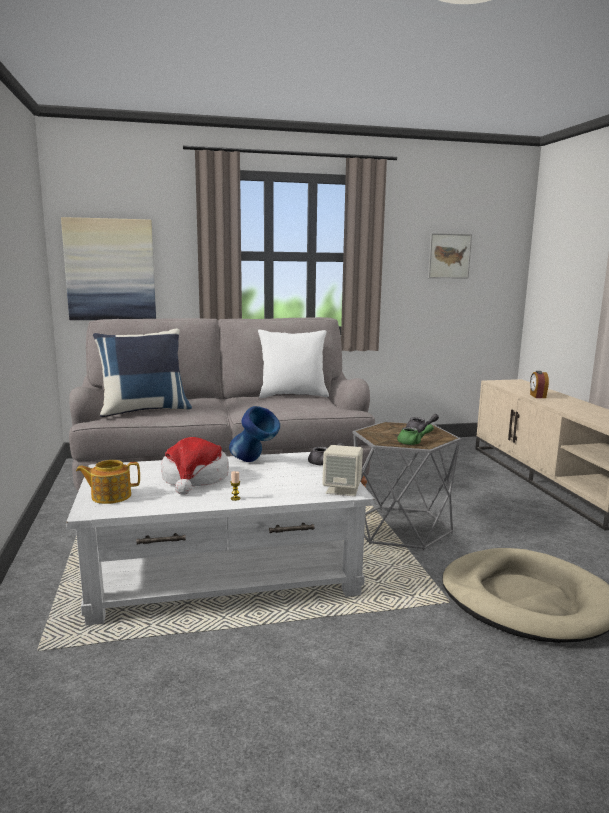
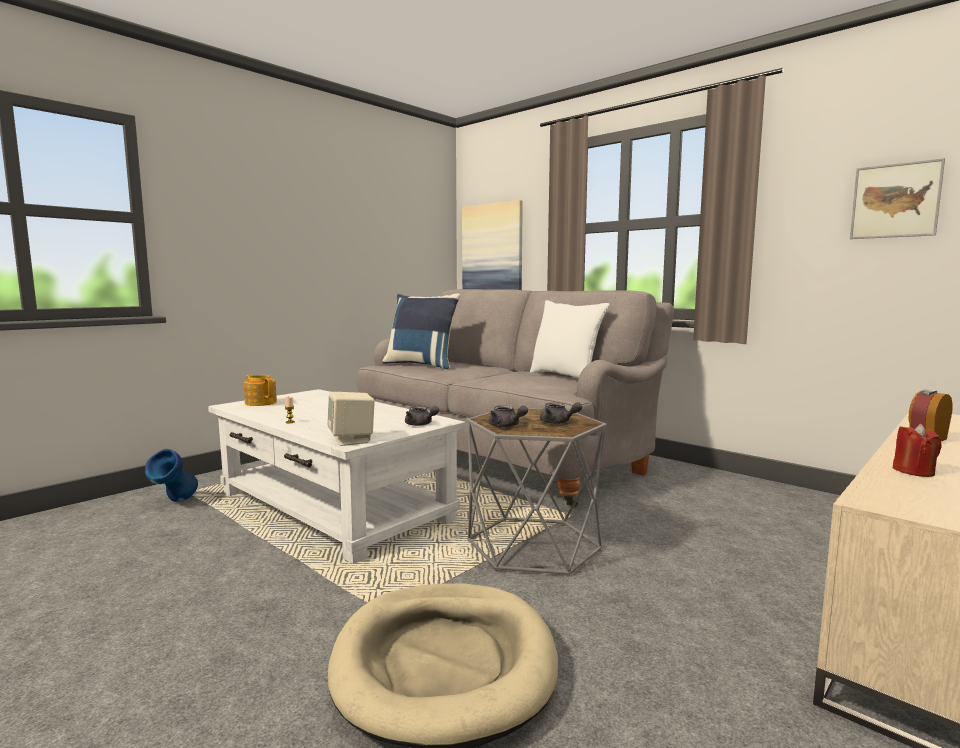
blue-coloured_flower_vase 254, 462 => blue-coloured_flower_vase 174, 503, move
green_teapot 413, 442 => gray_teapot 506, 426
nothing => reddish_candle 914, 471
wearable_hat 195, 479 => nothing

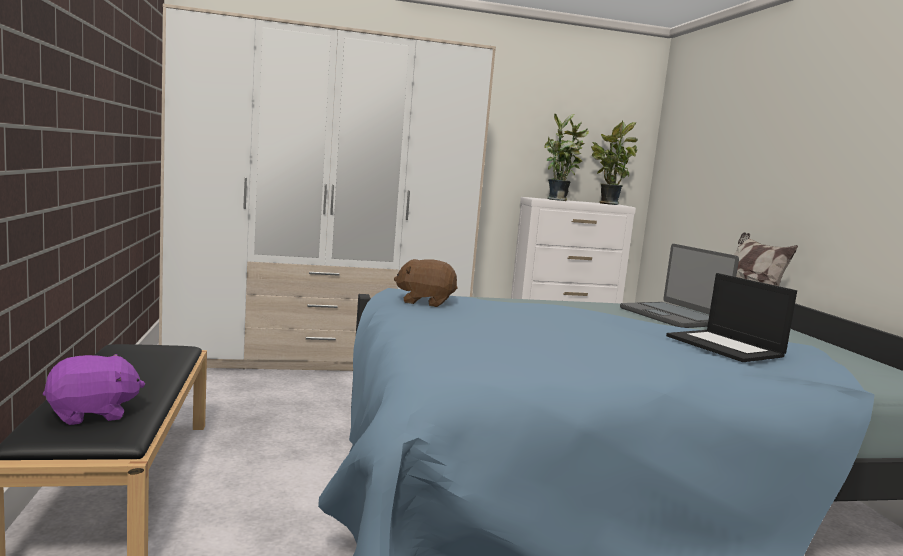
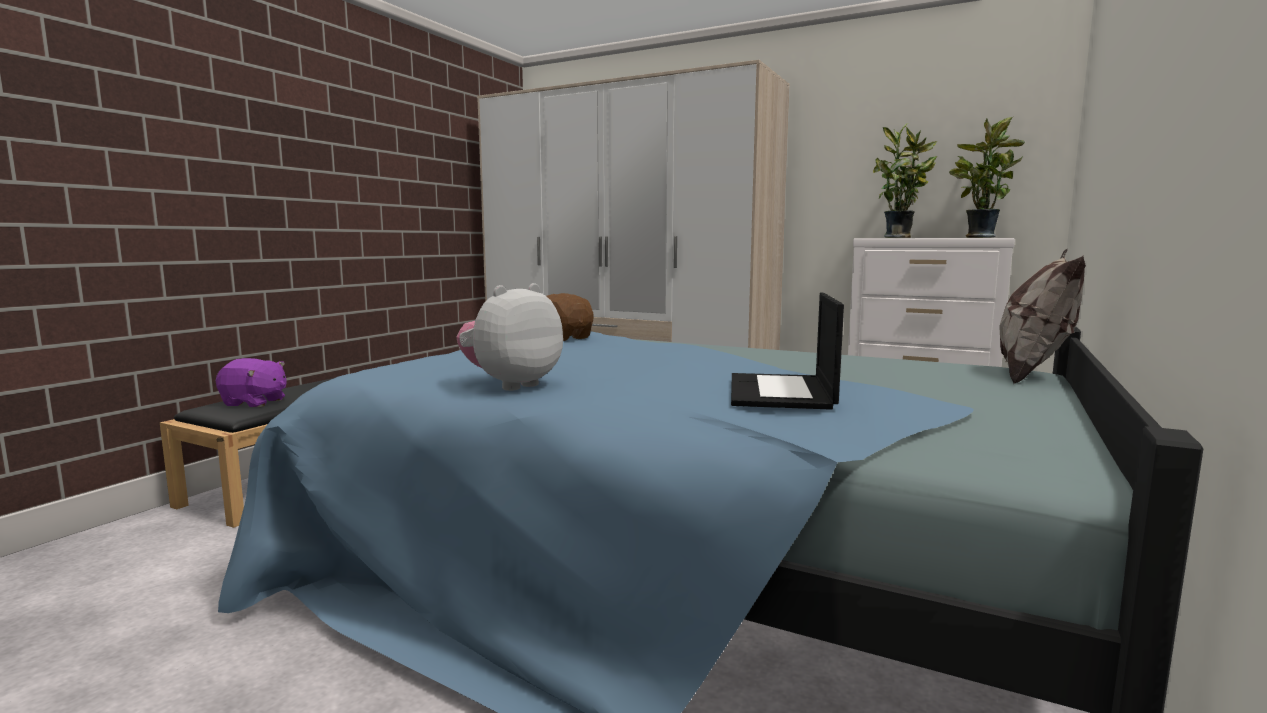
nothing => plush_toy 511, 385
laptop 673, 316 => nothing

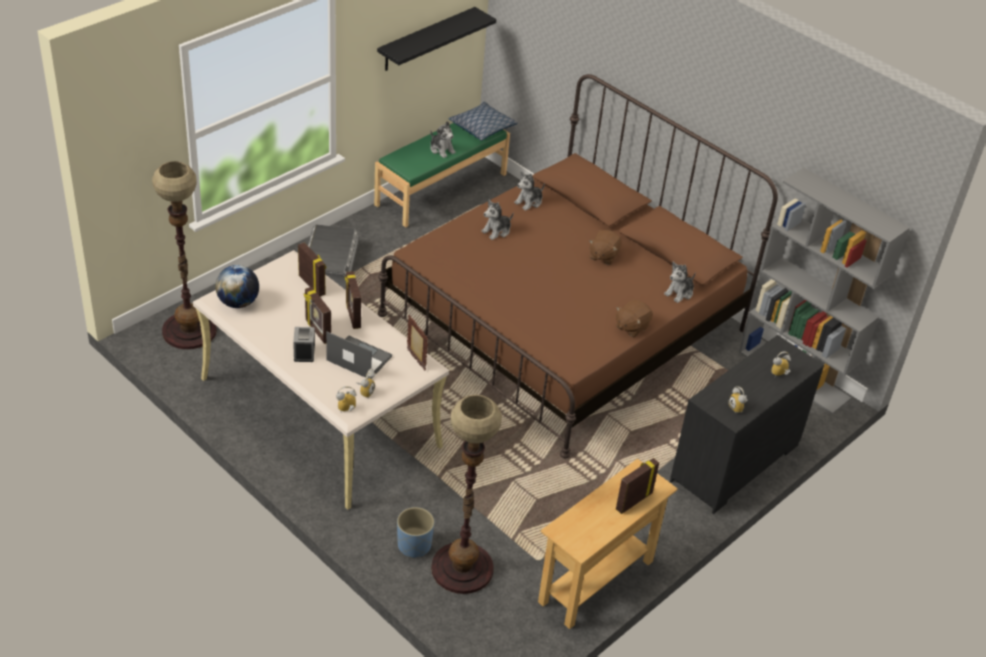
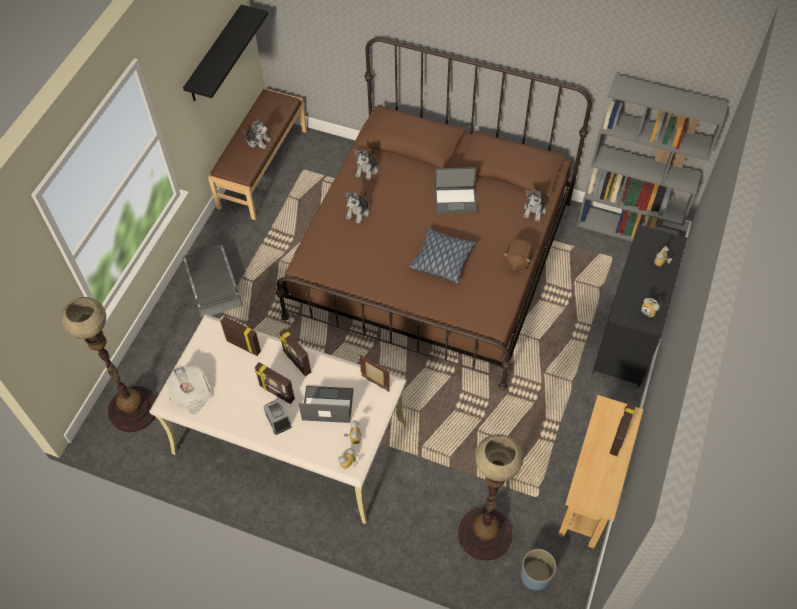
globe 238, 302 => printed_paper 191, 395
green_indoor_bench 440, 189 => brownish_indoor_bench 262, 168
pillow 482, 127 => pillow 442, 260, move
brownish_plush_toy 603, 256 => laptop 456, 200
blue-coloured_planter 414, 546 => blue-coloured_planter 535, 576, move

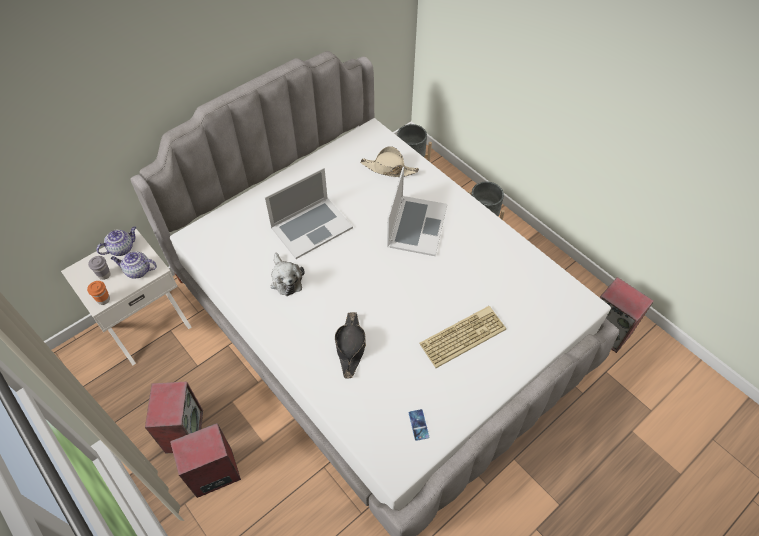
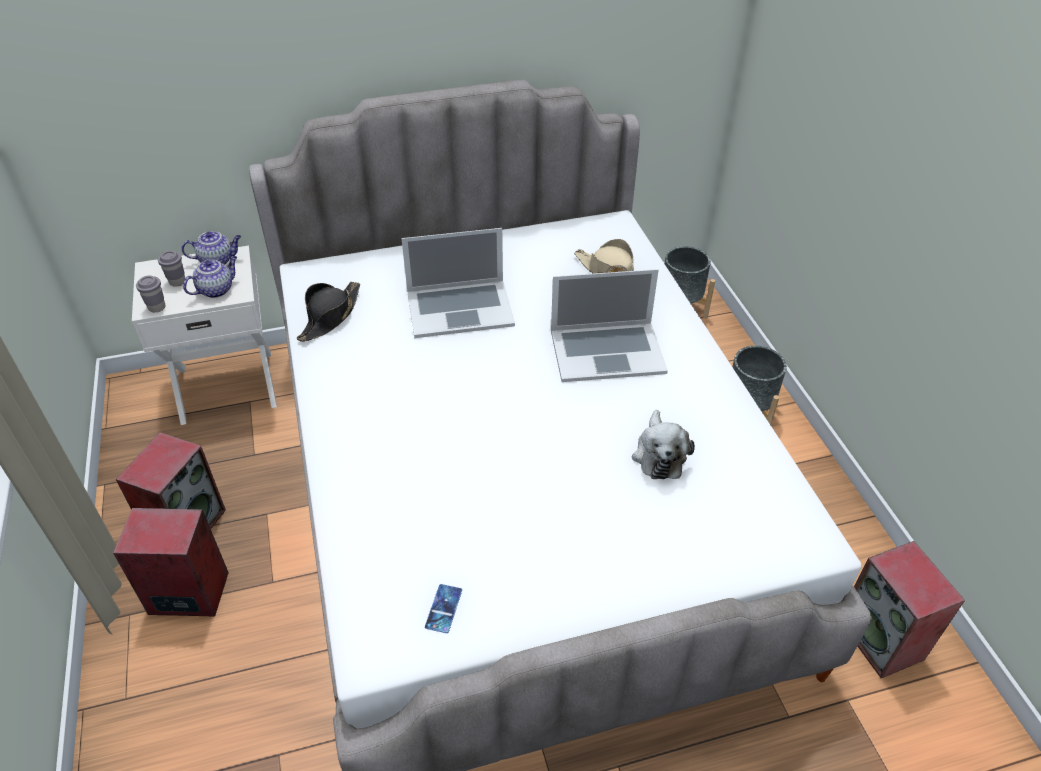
orangey_small_cup 104, 300 => gray_small_cup 157, 307
teapot 137, 271 => teapot 216, 289, 105 degrees clockwise
blackish_wearable_hat 350, 347 => blackish_wearable_hat 330, 316, move
laptop 416, 225 => laptop 607, 351, 45 degrees clockwise
plush_toy 285, 279 => plush_toy 659, 454, move
PC_keyboard 462, 335 => nothing

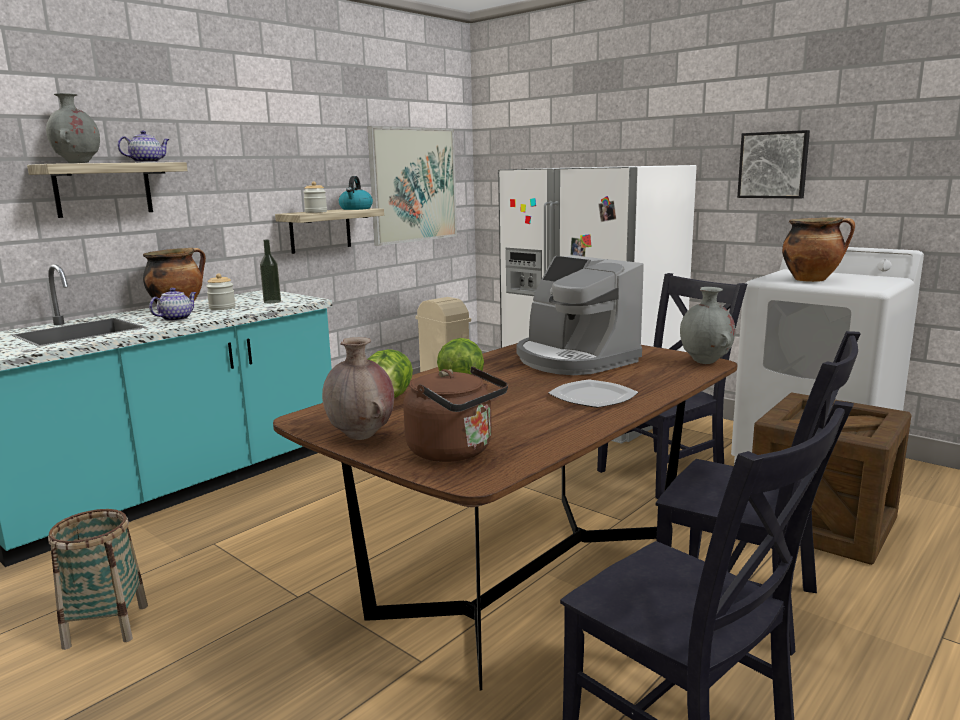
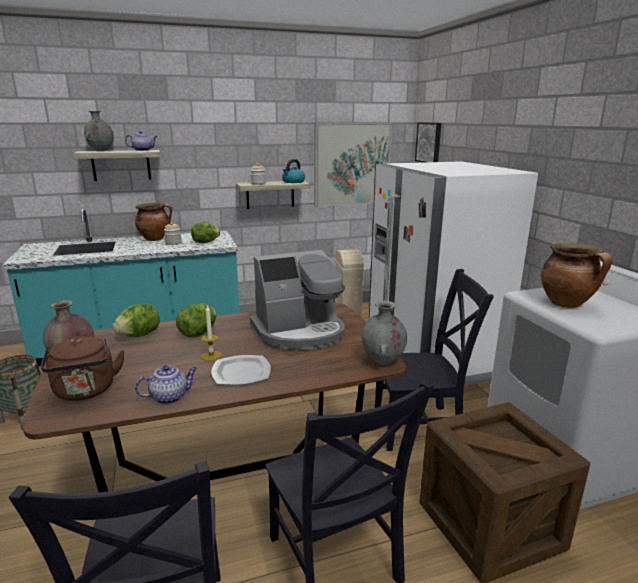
teapot 176, 319 => teapot 170, 397, move
drink_bottle 272, 301 => head_of_lettuce 205, 242
nothing => candle 211, 355
coffee_maker 574, 359 => coffee_maker 300, 332, 105 degrees counterclockwise
picture 773, 165 => picture 429, 142, move

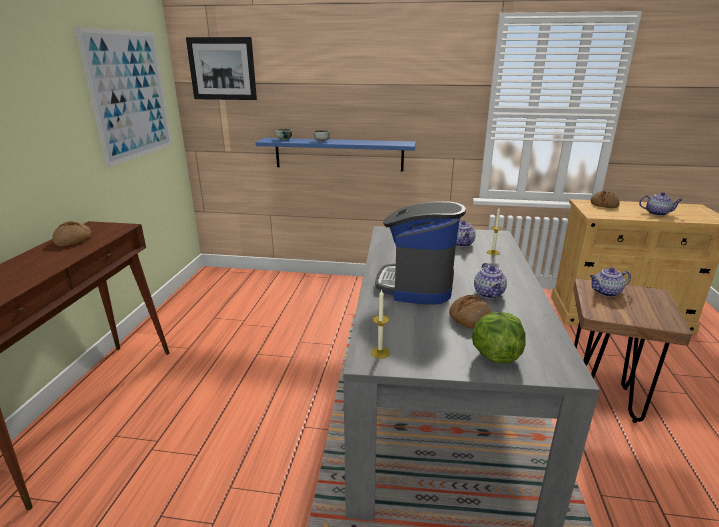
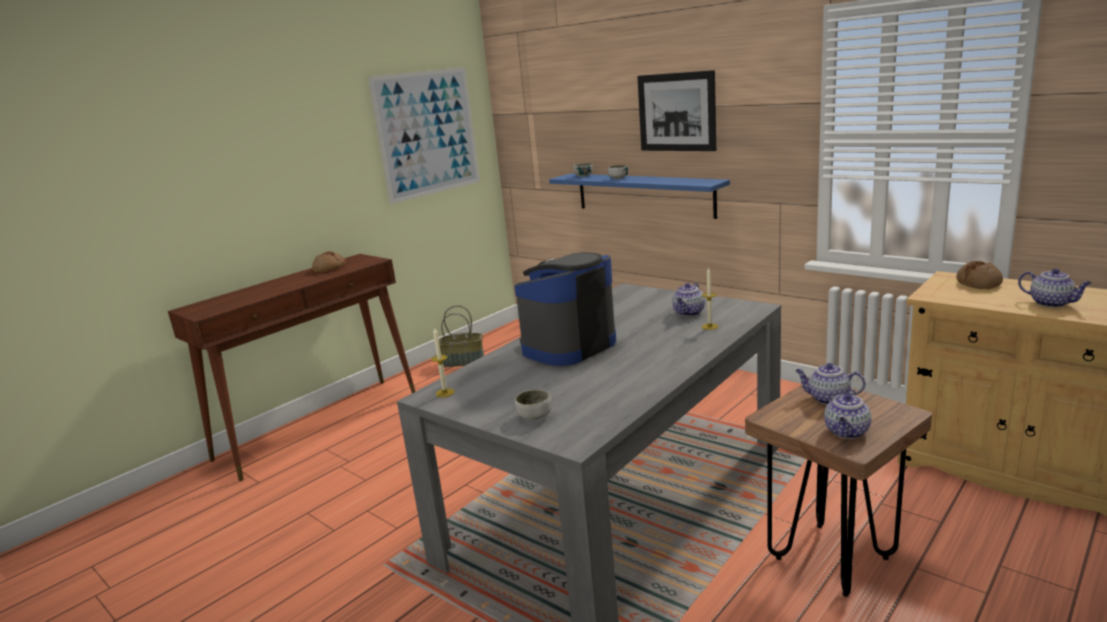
nothing => basket 464, 361
head_of_lettuce 495, 355 => bowl 534, 416
picture 222, 69 => picture 676, 112, move
teapot 489, 294 => teapot 847, 432, move
baked_bread 469, 318 => nothing

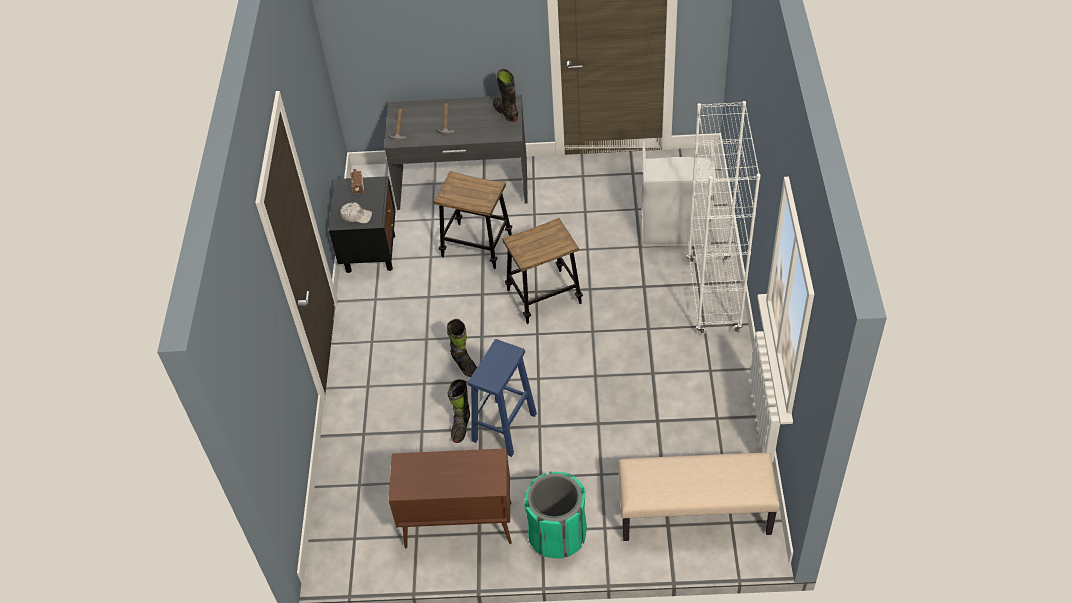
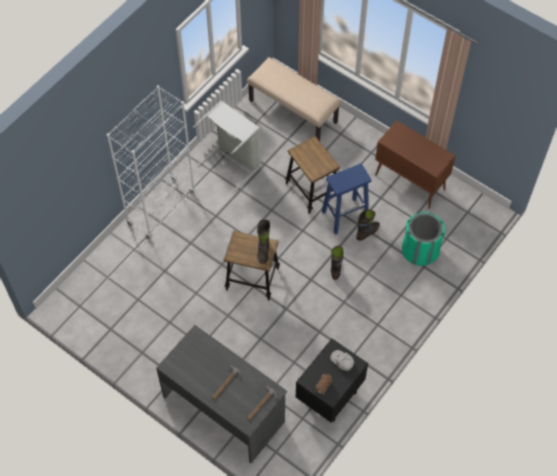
gray_hamper 675, 233 => gray_hamper 233, 162, move
blackish_boot 505, 112 => blackish_boot 263, 251, move
stool 476, 246 => stool 312, 190, move
green_trash_can 558, 535 => green_trash_can 420, 251, move

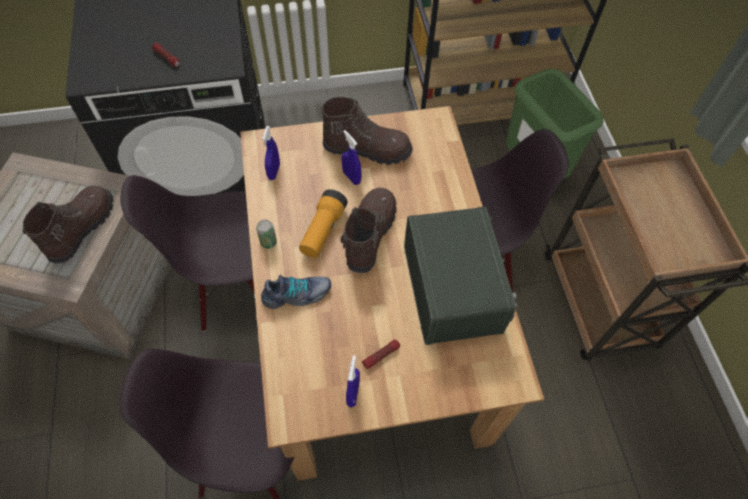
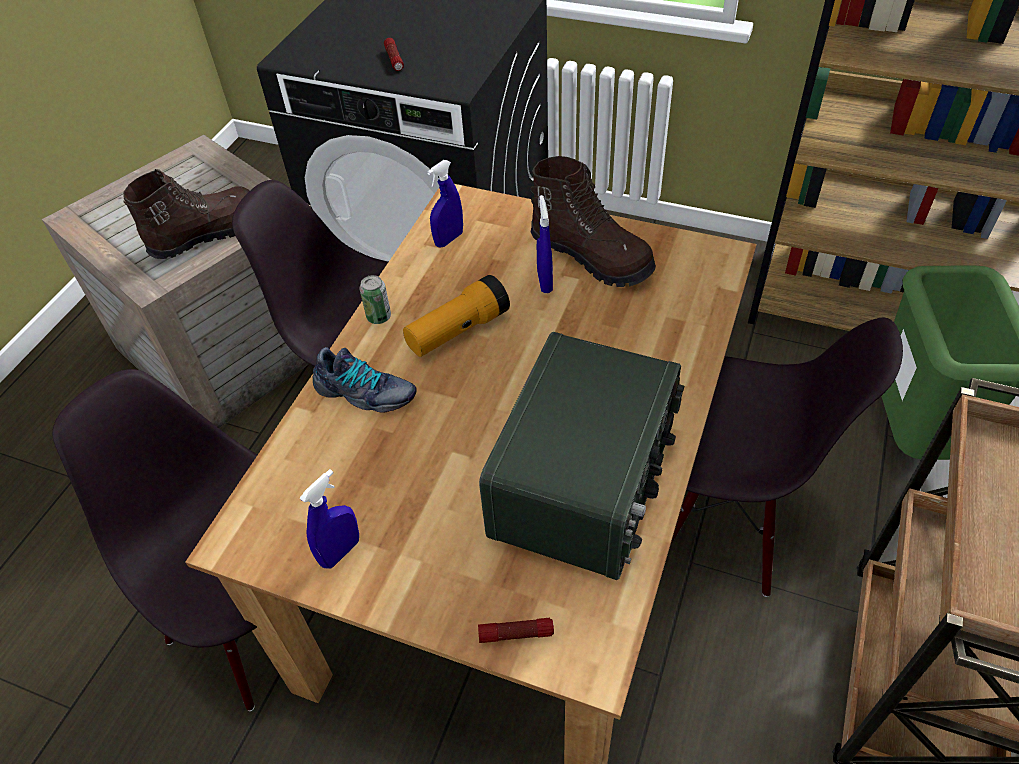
flashlight 381, 355 => flashlight 516, 634, move
brownish_boot 369, 235 => nothing

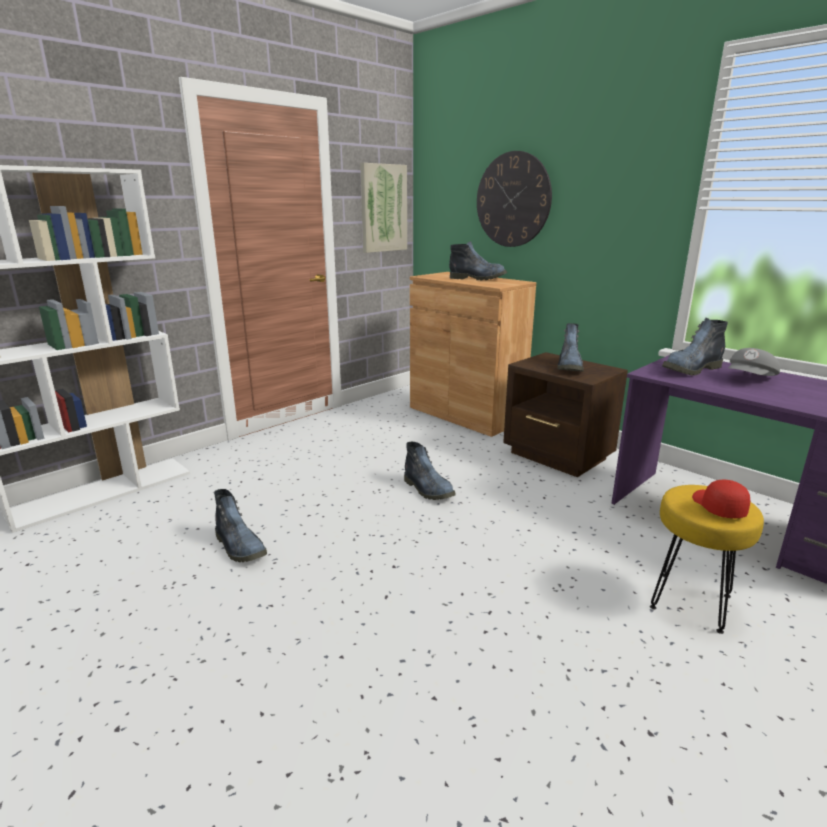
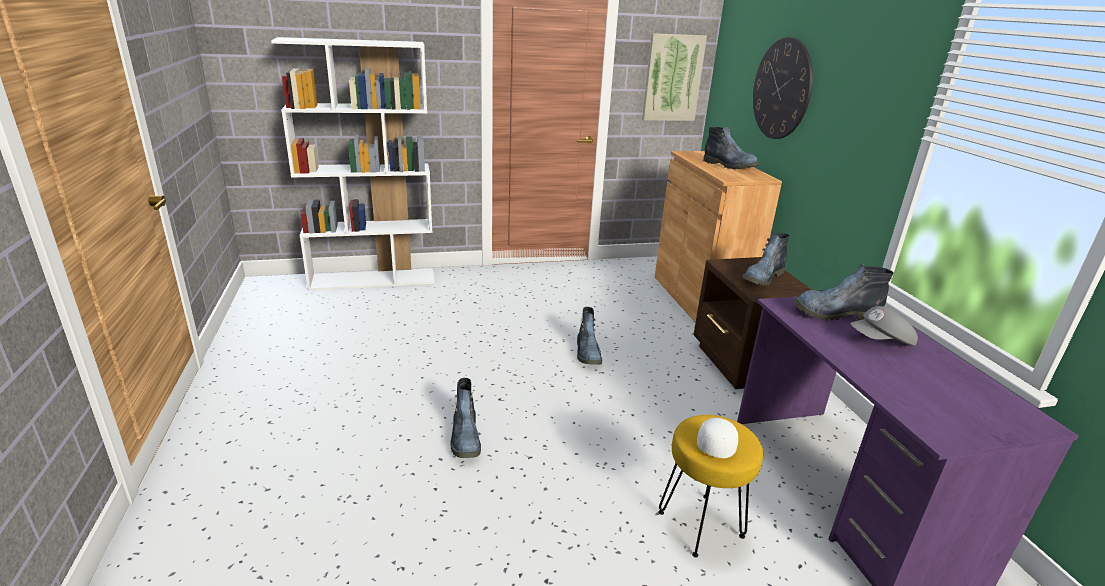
boot 241, 547 => boot 466, 438, move
reddish_cap 717, 507 => whitish_cap 717, 443

